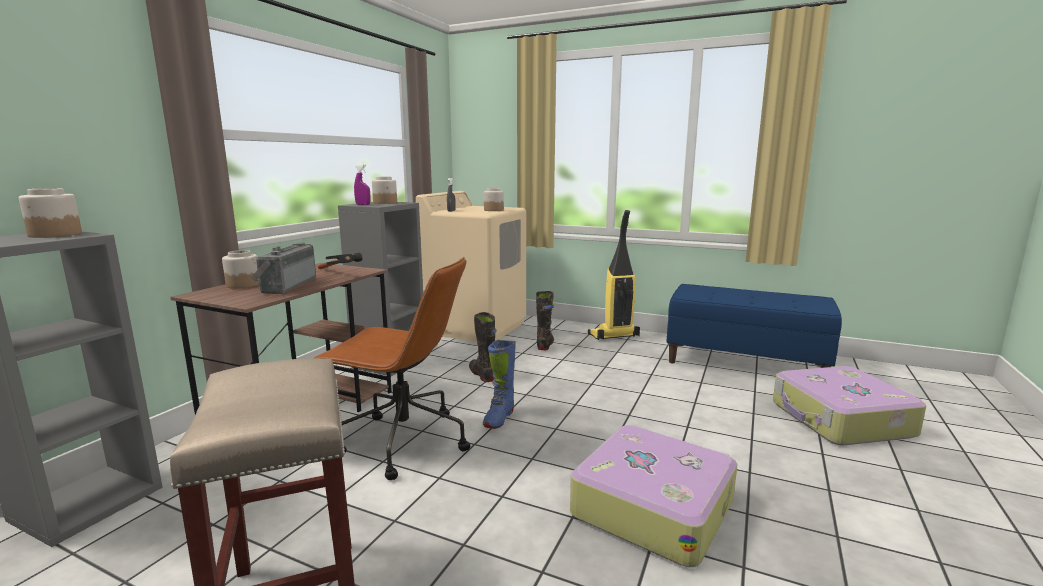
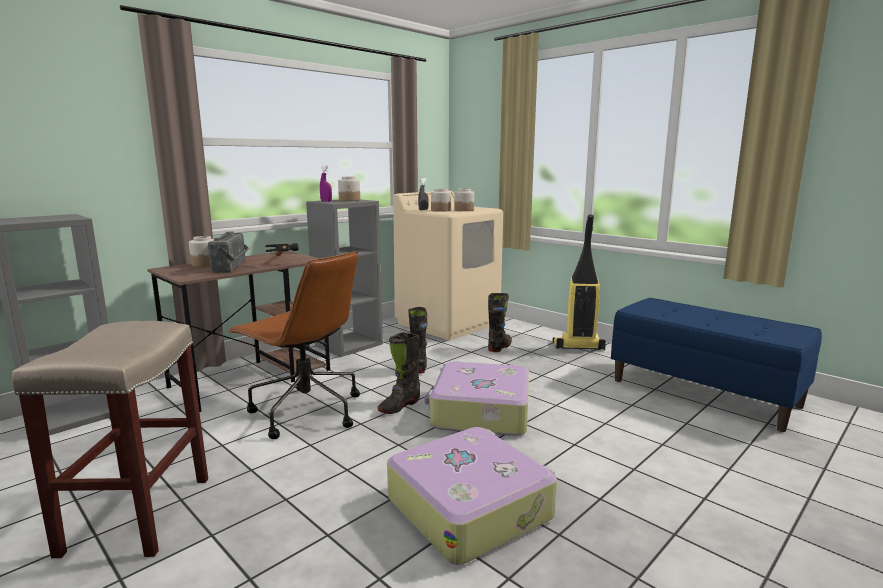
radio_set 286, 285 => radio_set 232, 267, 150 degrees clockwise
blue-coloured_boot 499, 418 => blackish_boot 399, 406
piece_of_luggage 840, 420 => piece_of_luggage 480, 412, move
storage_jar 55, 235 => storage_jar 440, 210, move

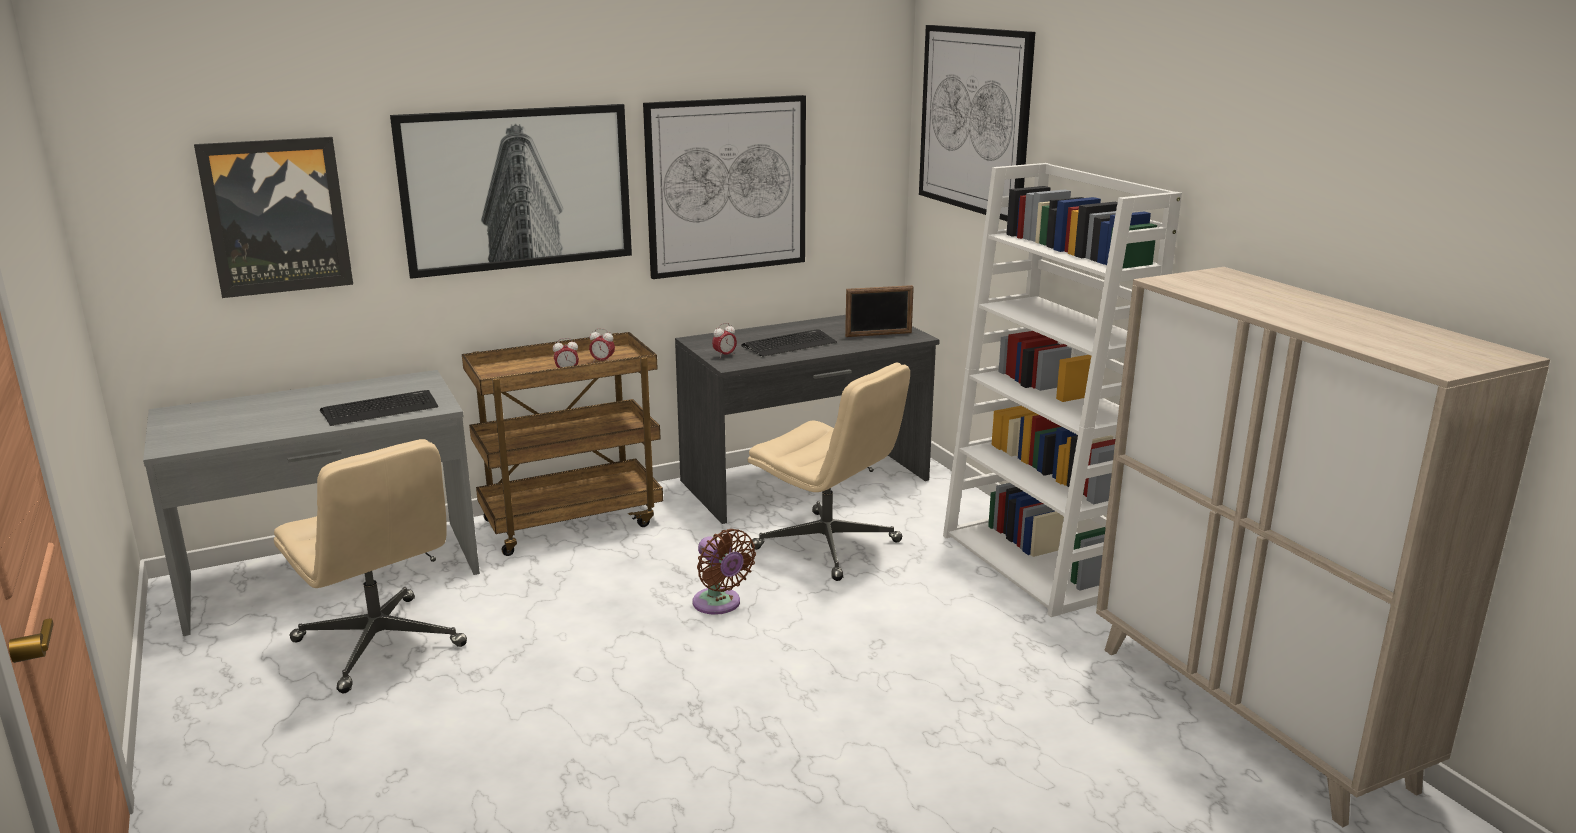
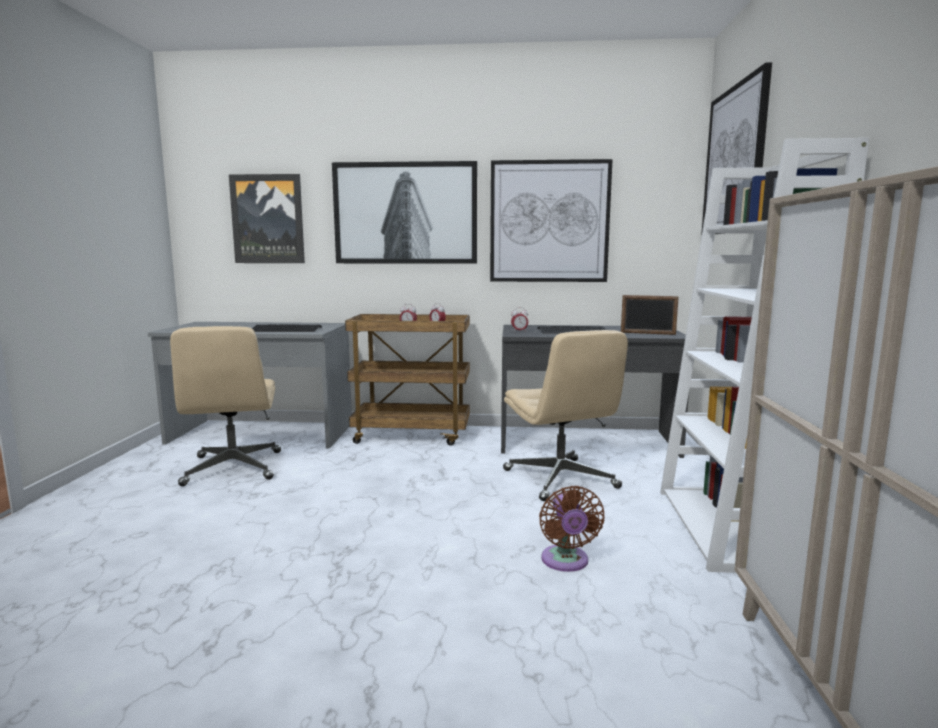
brownish_cooling_fan 719, 604 => brownish_cooling_fan 566, 562, move

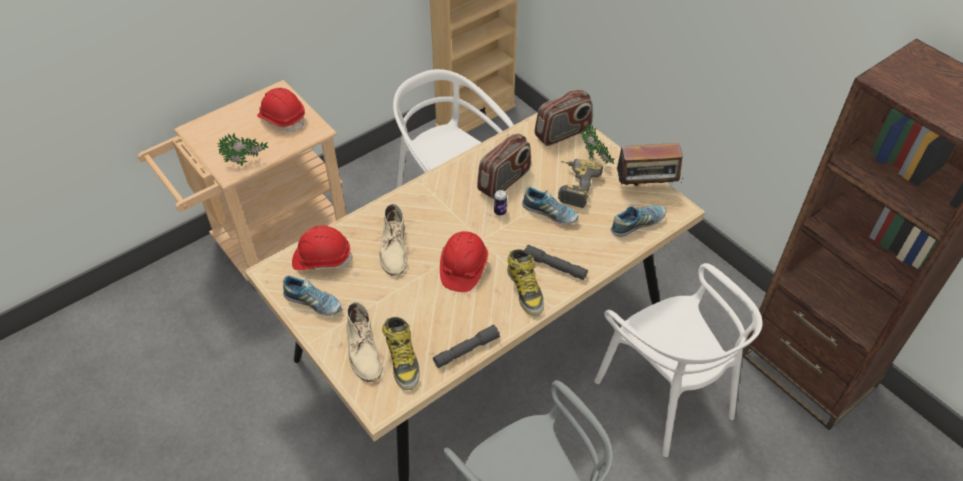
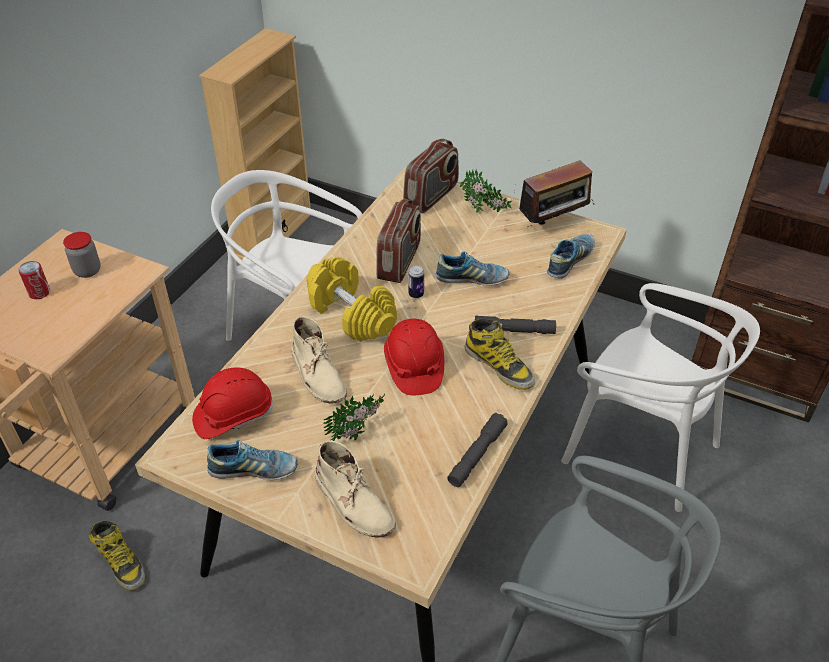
nothing => can 39, 293
reddish_hard_hat 282, 119 => storage_jar 87, 271
boot 402, 360 => boot 121, 562, move
nothing => yellowish_free_weight 351, 314
potted_plant 246, 163 => potted_plant 358, 433, move
drill 574, 186 => nothing

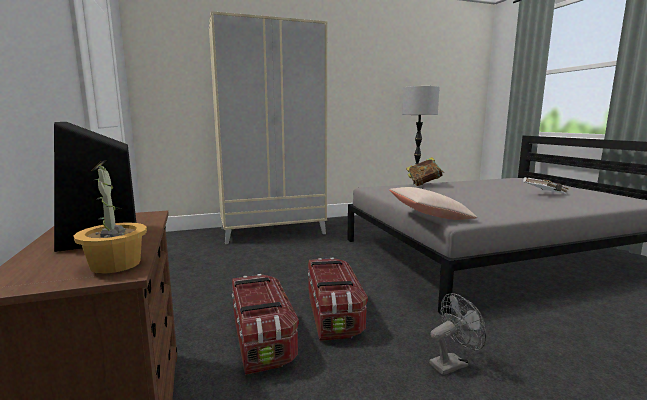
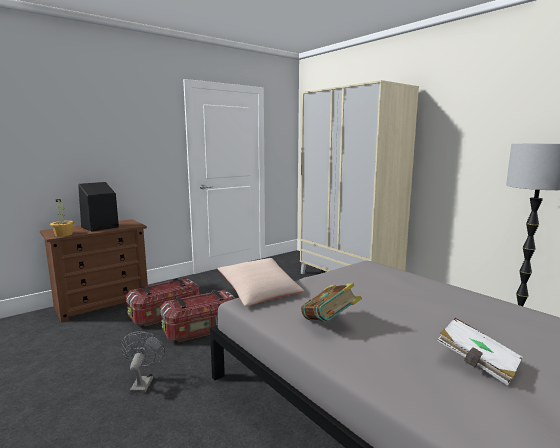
gray_cooling_fan 452, 363 => gray_cooling_fan 143, 382, 135 degrees counterclockwise
bound_book 424, 184 => bound_book 329, 323, move

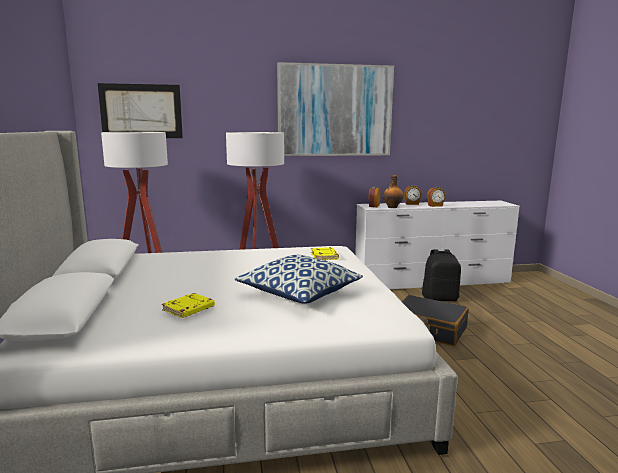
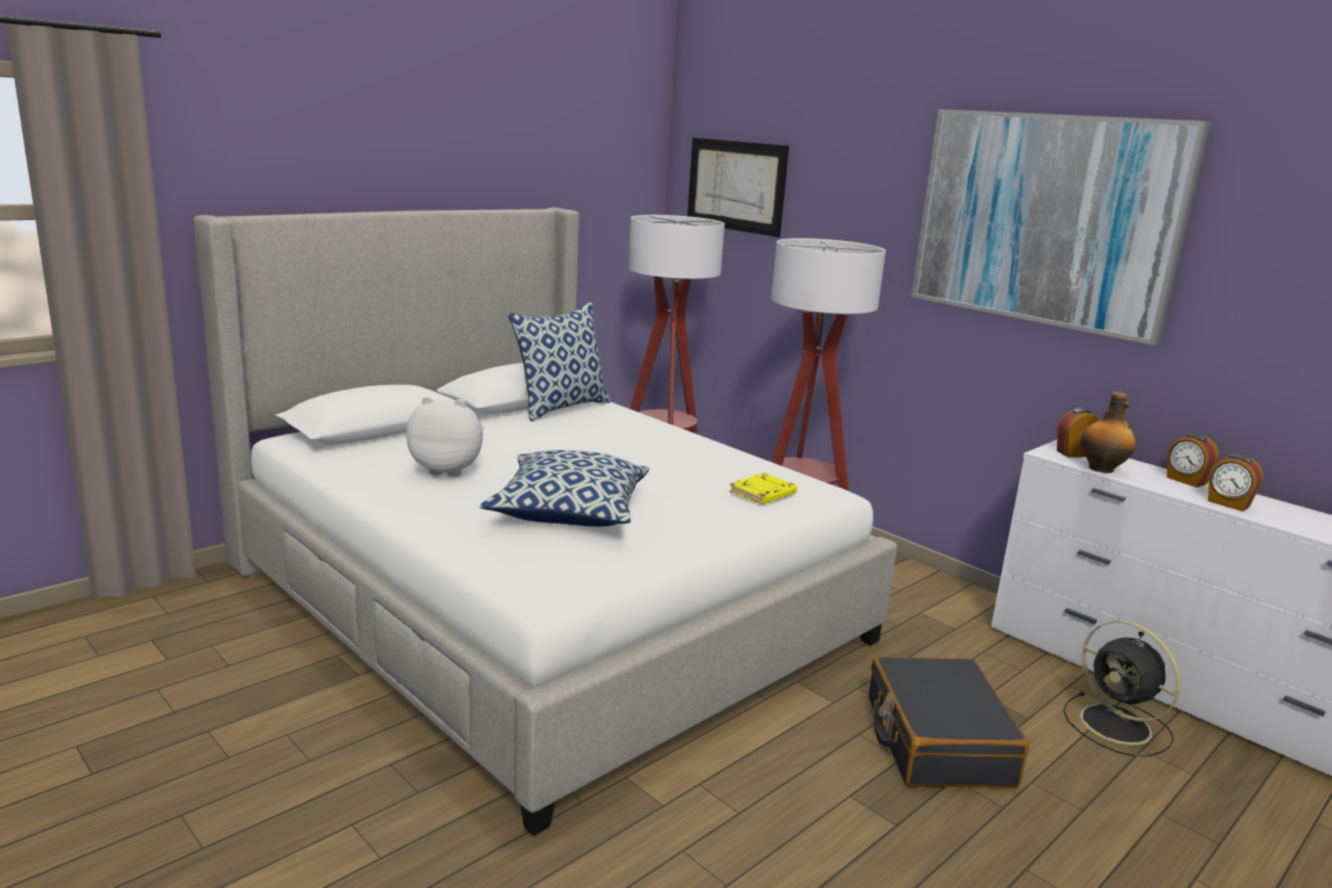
yellowish_bound_book 189, 309 => plush_toy 448, 470
nothing => pillow 561, 407
blackish_rucksack 440, 298 => blackish_cooling_fan 1118, 726

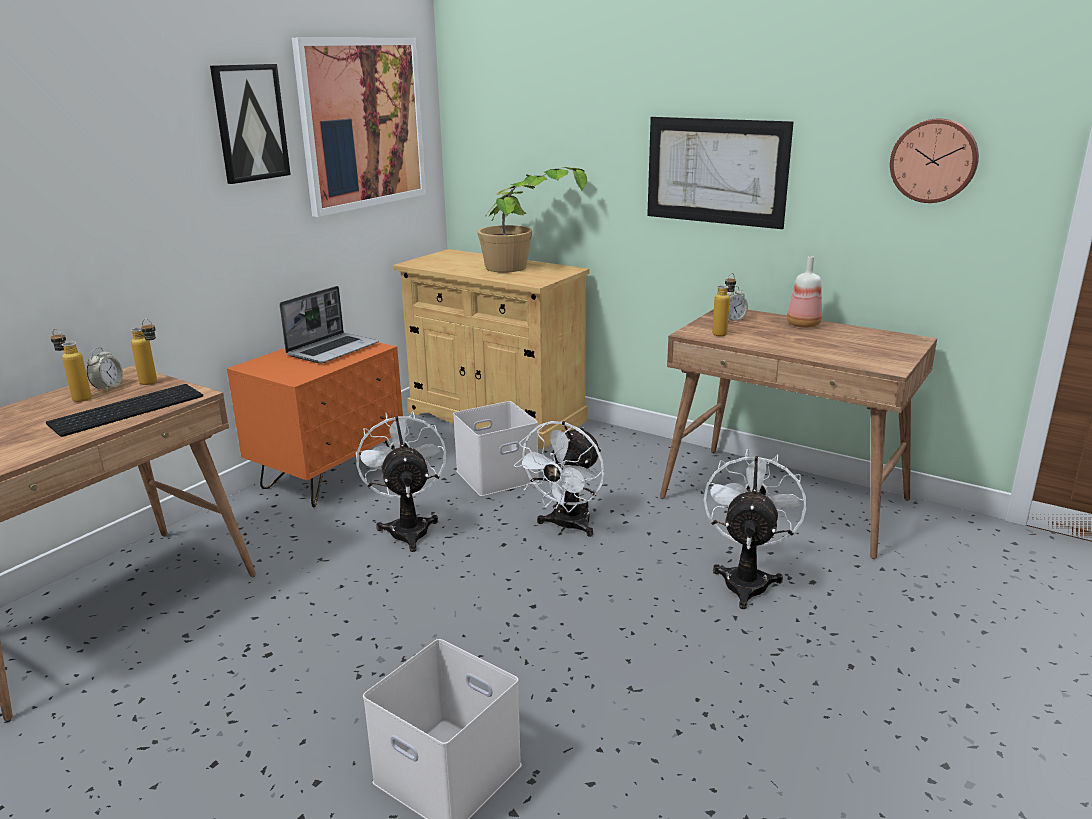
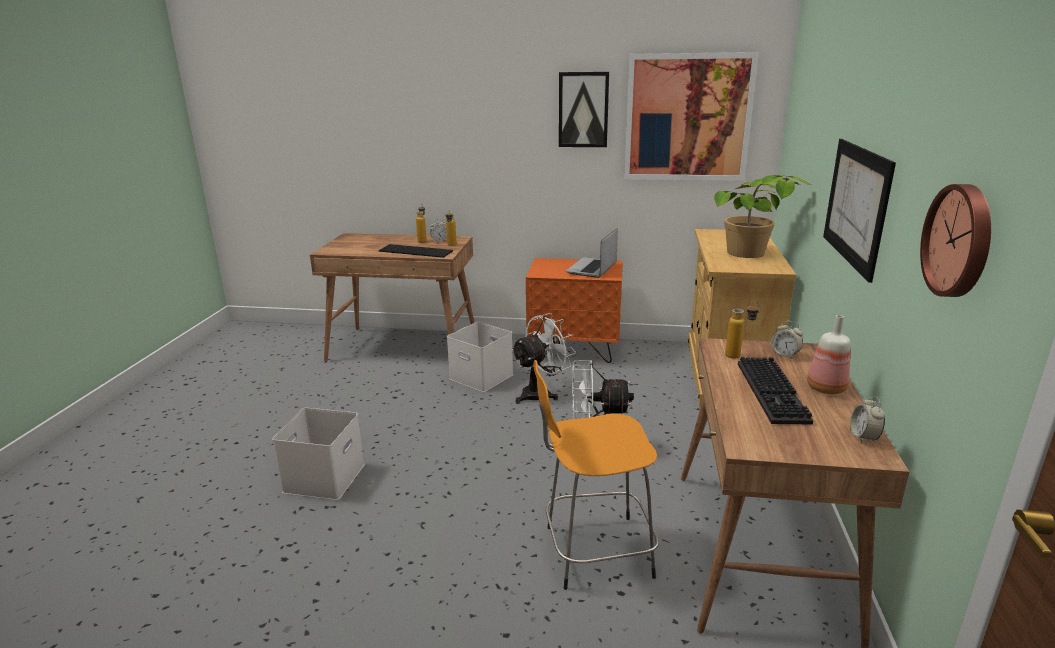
whitish_storage_box 497, 475 => whitish_storage_box 483, 376, move
whitish_cooling_fan 747, 579 => orangey_stool 594, 551
laptop 333, 349 => laptop 592, 269, 105 degrees clockwise
nothing => PC_keyboard 775, 393
nothing => alarm_clock 863, 437

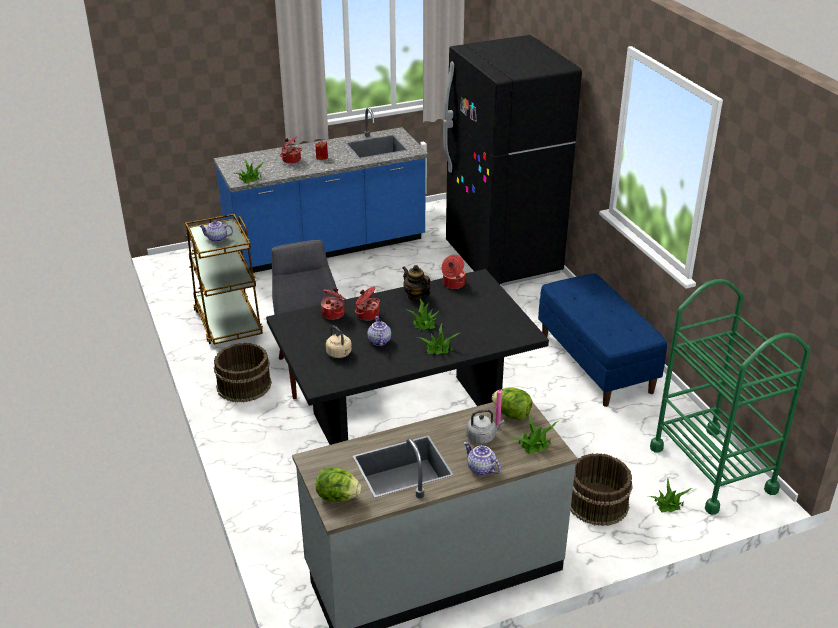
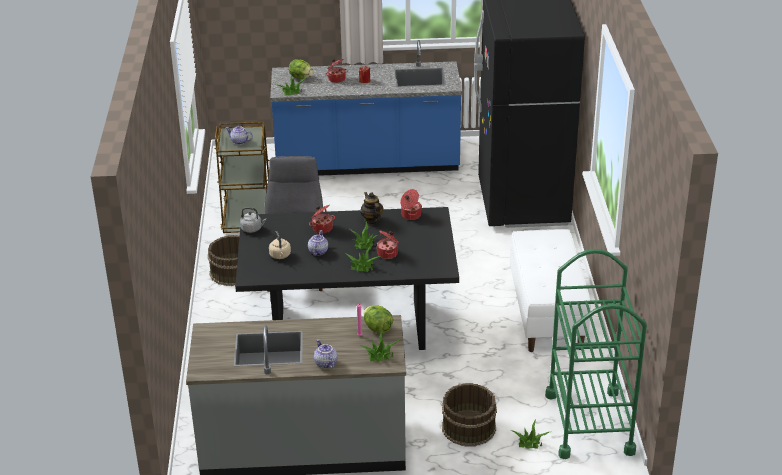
gray_tea_kettle 482, 437 => gray_tea_kettle 252, 229, move
head_of_lettuce 337, 497 => head_of_lettuce 301, 78, move
stockpot 333, 313 => stockpot 388, 253, move
blue-coloured_indoor_bench 596, 363 => whitish_indoor_bench 547, 313

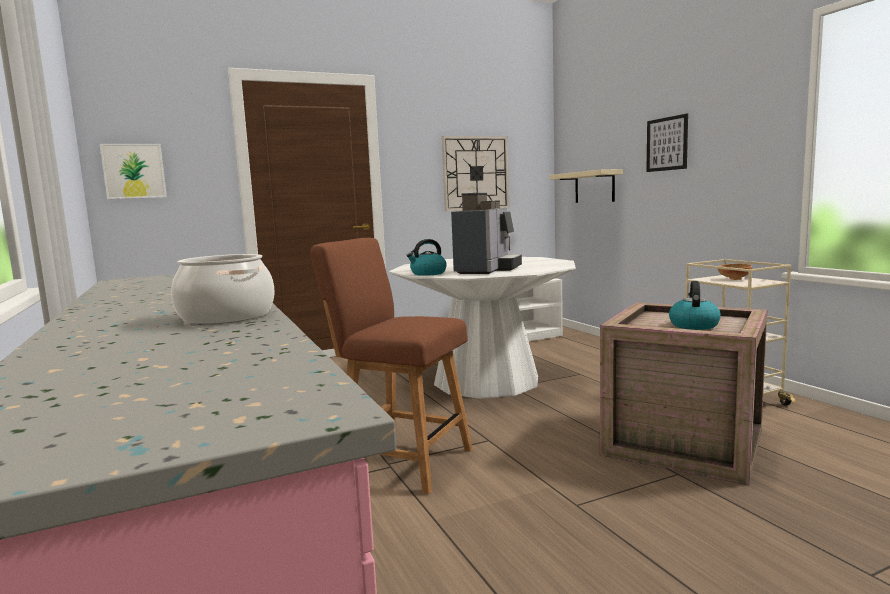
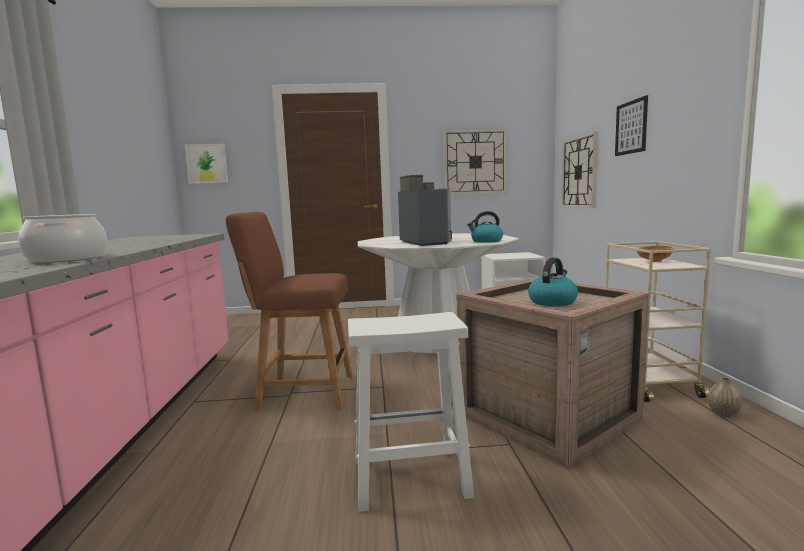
brownish_chair 401, 460 => brownish_chair 301, 392, 45 degrees counterclockwise
nothing => whitish_stool 408, 478
coffee_maker 487, 270 => coffee_maker 426, 242, 60 degrees counterclockwise
tea_kettle 428, 273 => tea_kettle 486, 241, move
beige-coloured_bracket_shelf 594, 187 => hanging_clock 579, 172
nothing => flower_vase 723, 414

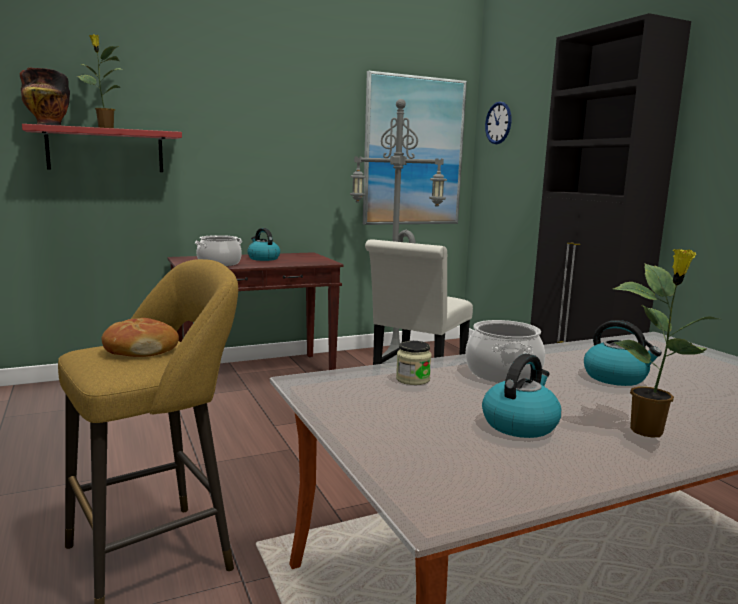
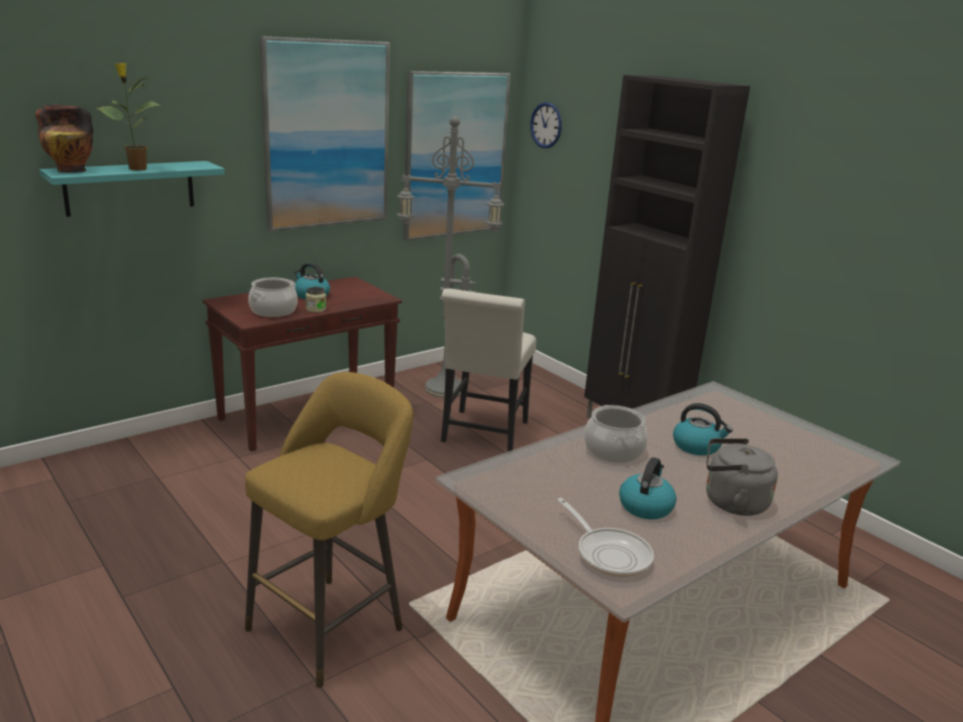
reddish_bracket_shelf 105, 150 => turquoise_bracket_shelf 130, 188
nothing => picture 327, 135
storage_jar 413, 379 => storage_jar 316, 309, move
nothing => frying_pan 609, 554
potted_plant 649, 431 => gray_tea_kettle 731, 502
baked_bread 140, 349 => nothing

